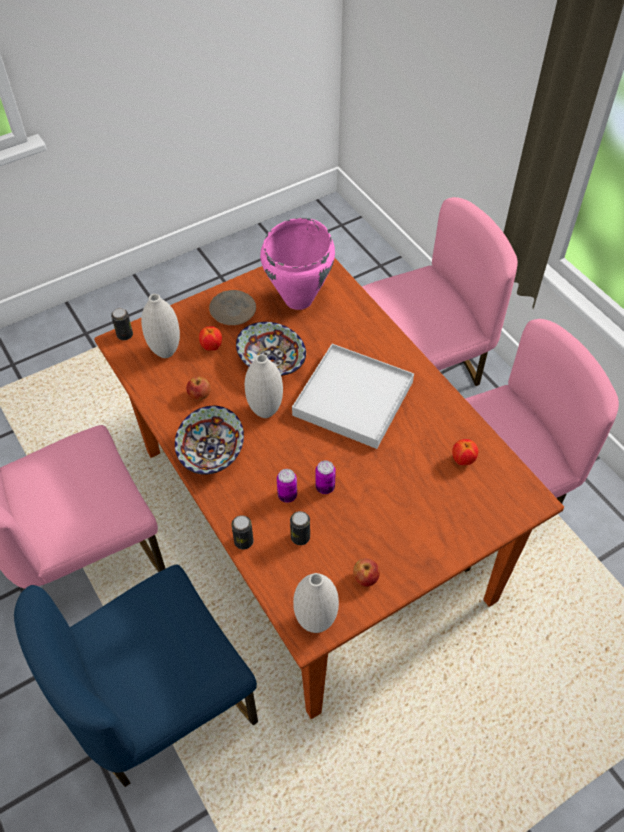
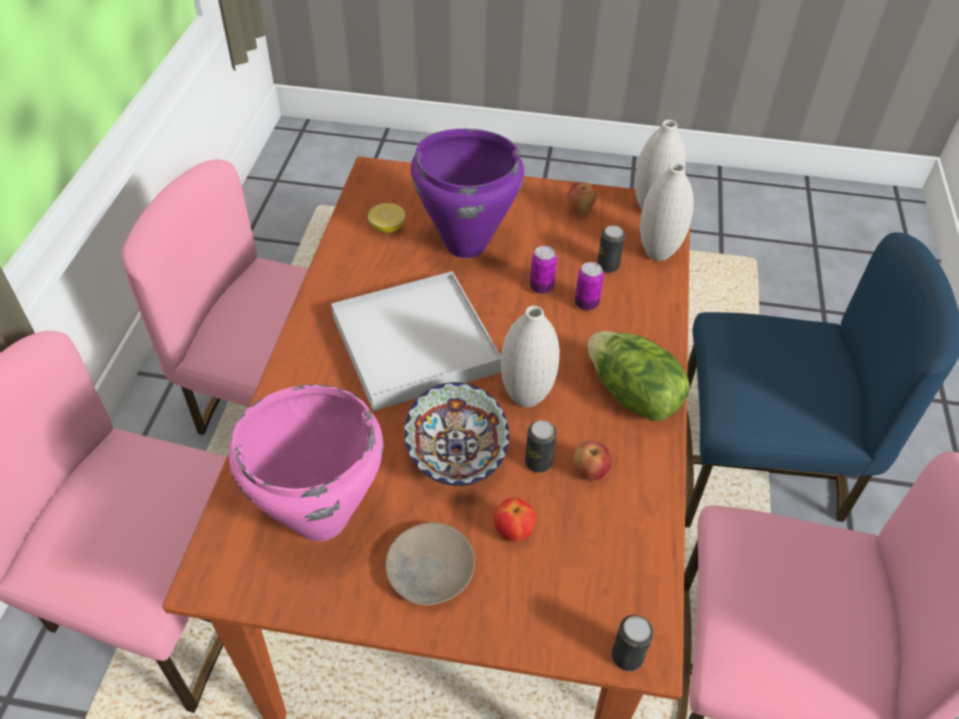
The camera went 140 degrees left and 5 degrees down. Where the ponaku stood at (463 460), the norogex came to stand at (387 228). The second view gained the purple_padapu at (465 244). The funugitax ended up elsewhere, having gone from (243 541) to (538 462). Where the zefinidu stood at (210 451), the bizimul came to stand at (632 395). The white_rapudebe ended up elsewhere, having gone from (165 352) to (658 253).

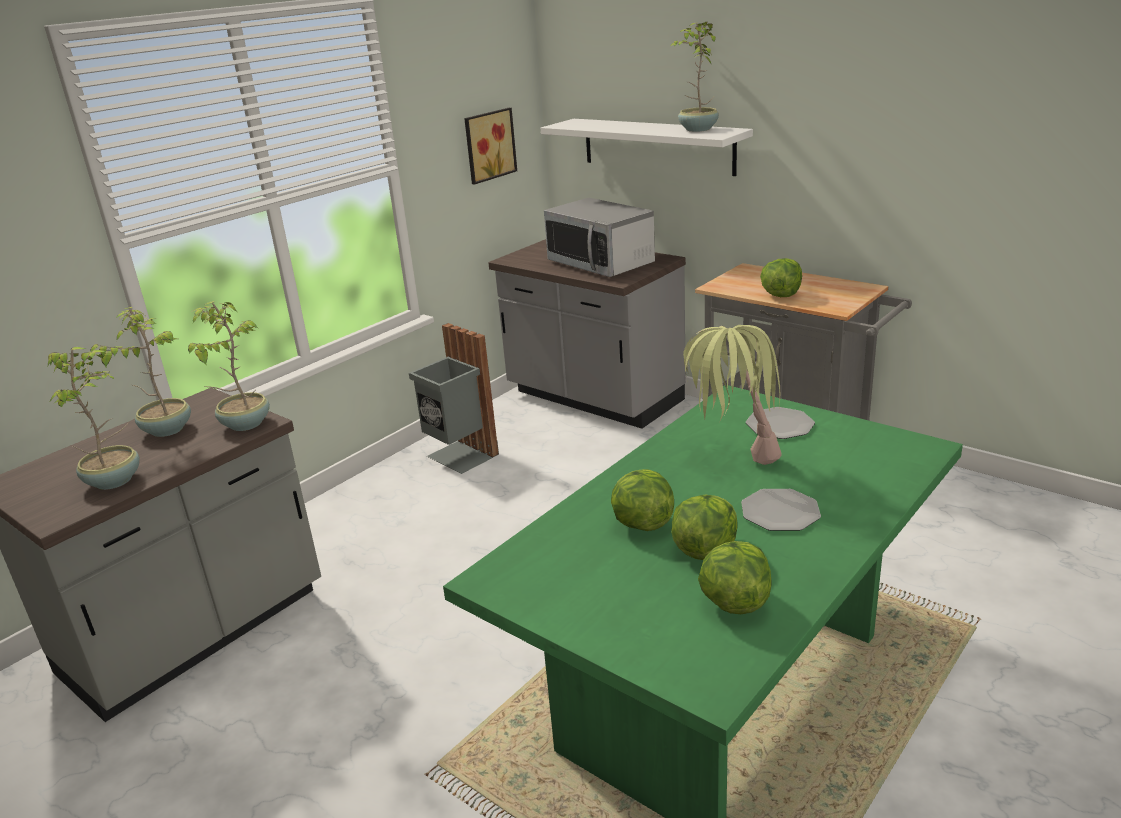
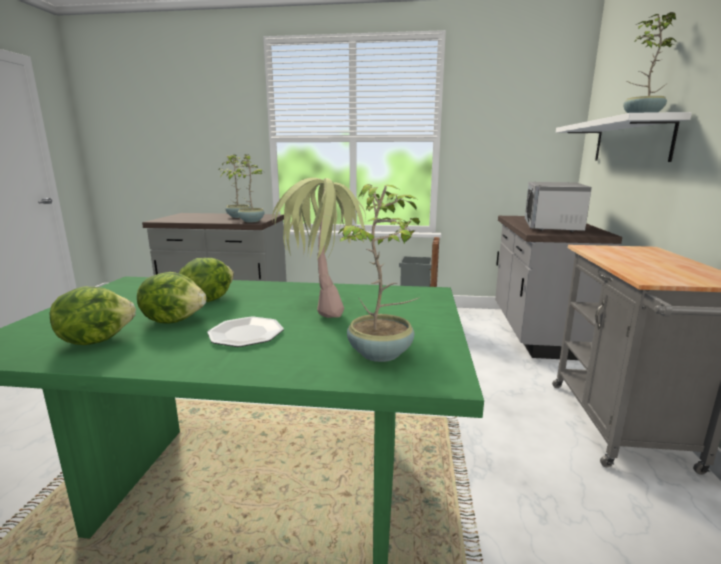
The camera went 55 degrees right and 10 degrees down. The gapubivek ended up elsewhere, having gone from (115 480) to (382 353). The second view lost the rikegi at (488 145). The second view lost the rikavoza at (779 425). The second view lost the bizimul at (780 295).

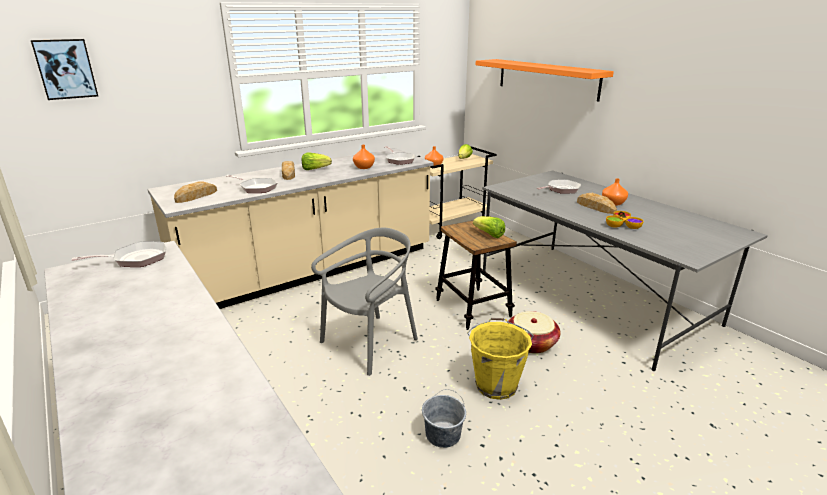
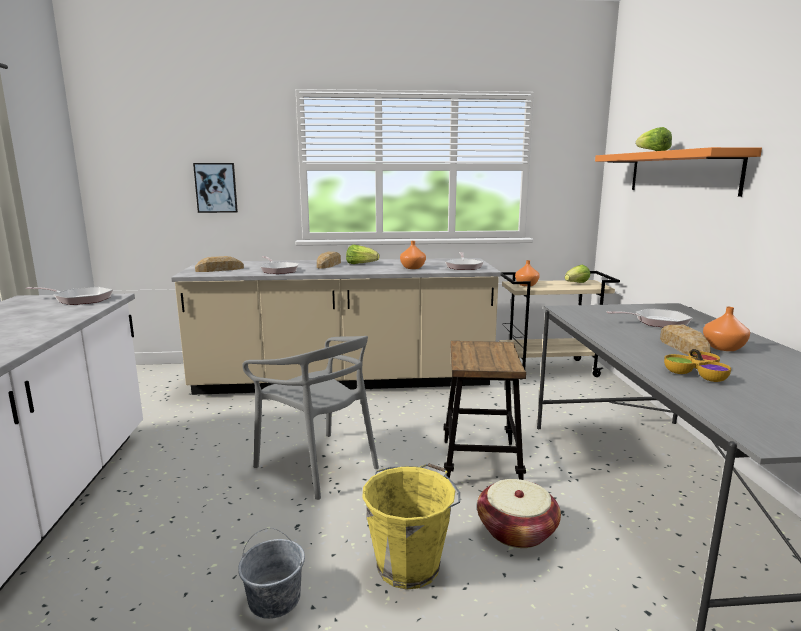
The camera went 30 degrees right and 10 degrees down. The rikegi ended up elsewhere, having gone from (65 69) to (216 187). The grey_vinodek at (370 343) ended up facing another way, 60 degrees clockwise from before. The bizimul ended up elsewhere, having gone from (489 235) to (652 152).

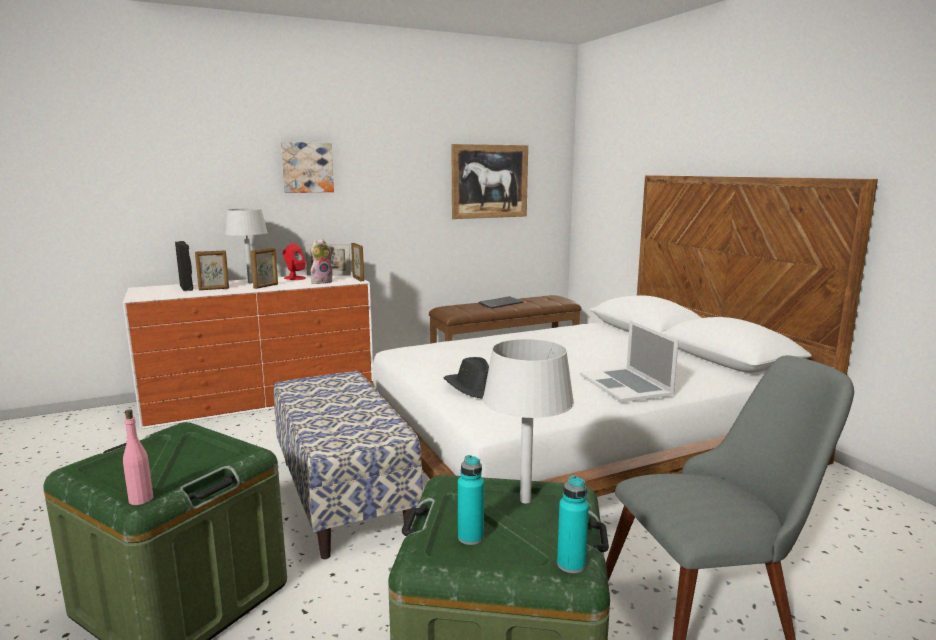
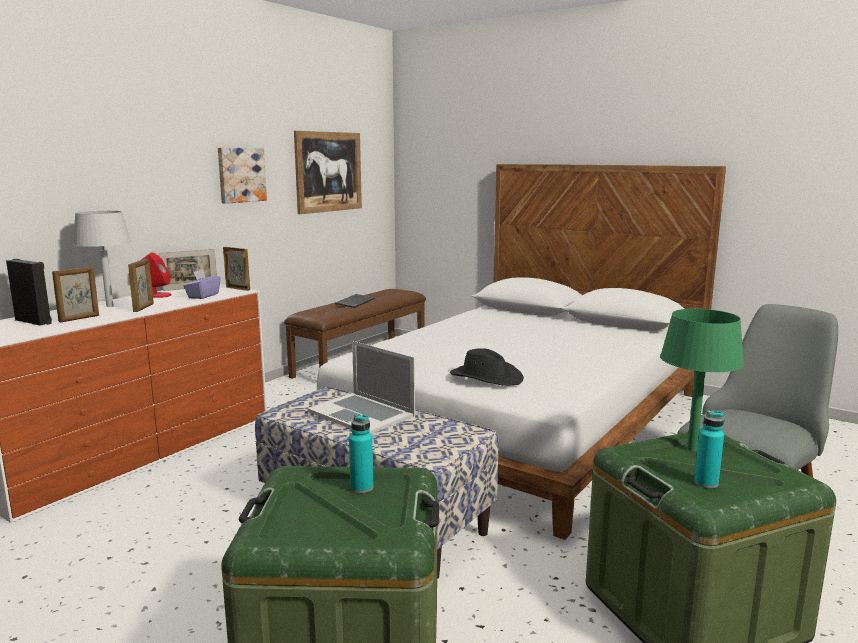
The camera went 30 degrees left and 0 degrees up. Where the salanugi stood at (322 282), the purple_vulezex came to stand at (203 296). The rikegi ended up elsewhere, having gone from (307 167) to (240 175). The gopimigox ended up elsewhere, having gone from (625 384) to (362 413). The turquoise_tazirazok ended up elsewhere, having gone from (571 564) to (361 487). What was the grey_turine at (525 500) turned into the green_turine at (691 449). The second view lost the pink_tazirazok at (141 499).

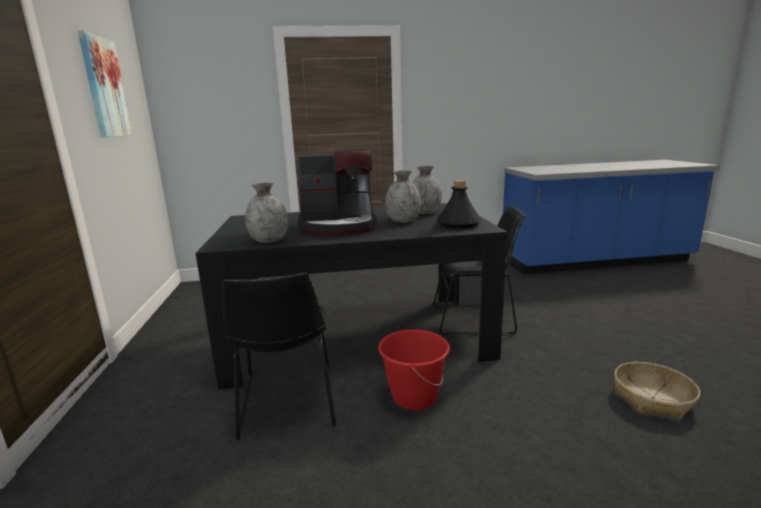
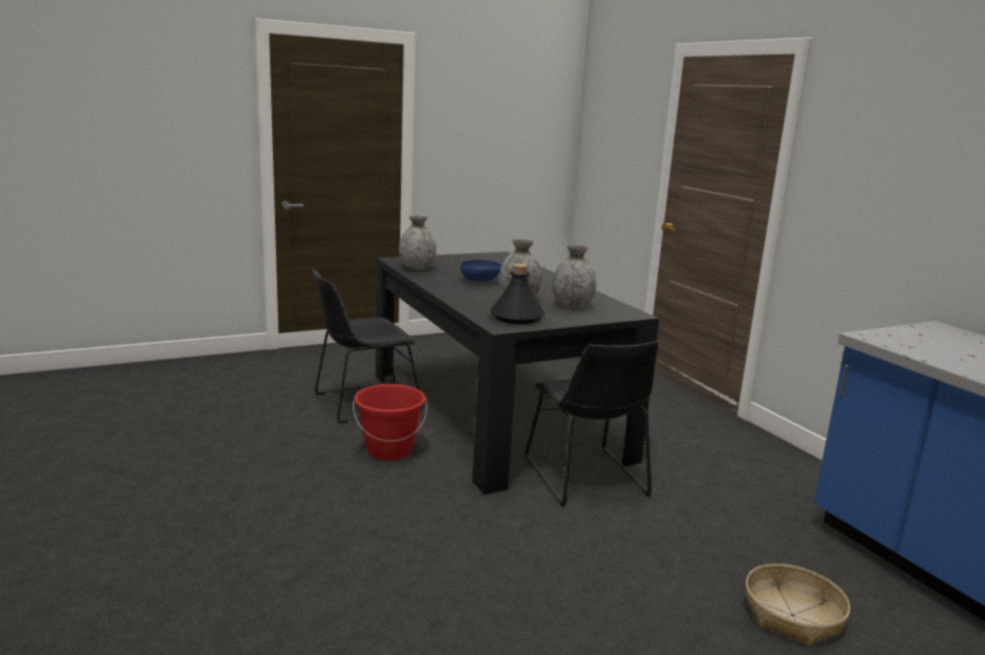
The camera went 70 degrees right and 0 degrees up. Where the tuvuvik stood at (339 226), the blue_zefinidu came to stand at (480 281). The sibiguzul ended up elsewhere, having gone from (652 398) to (792 615). The second view lost the rikegi at (104 88).

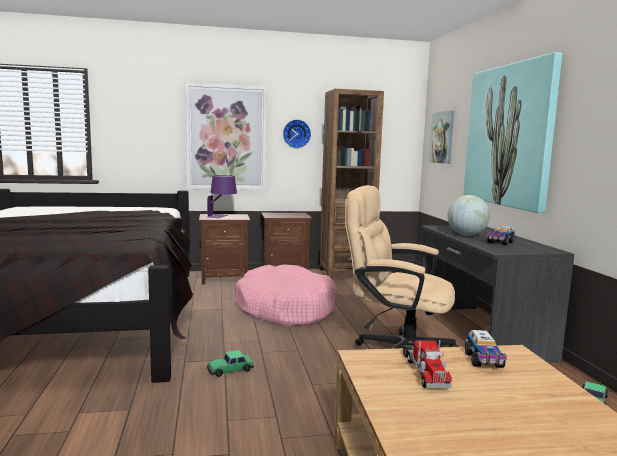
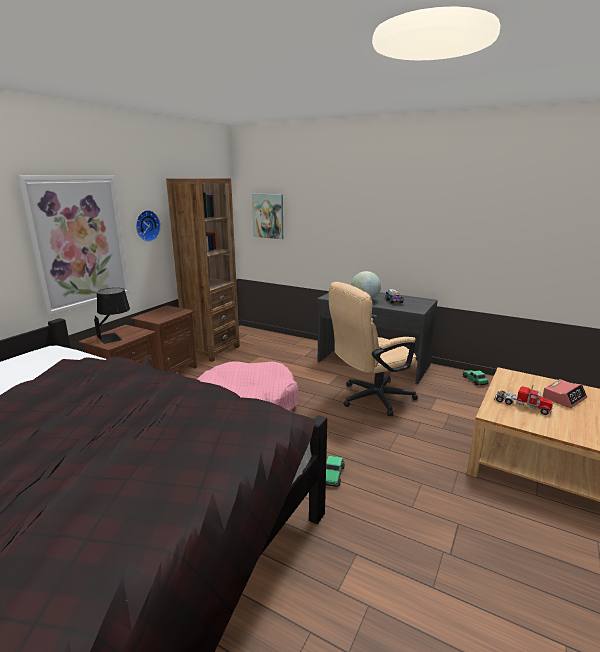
The camera went 50 degrees left and 10 degrees up. What was the purple_turine at (222 216) turned into the black_turine at (115 336). The second view gained the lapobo at (564 398). The second view lost the rikegi at (509 136). The second view lost the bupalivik at (484 360).

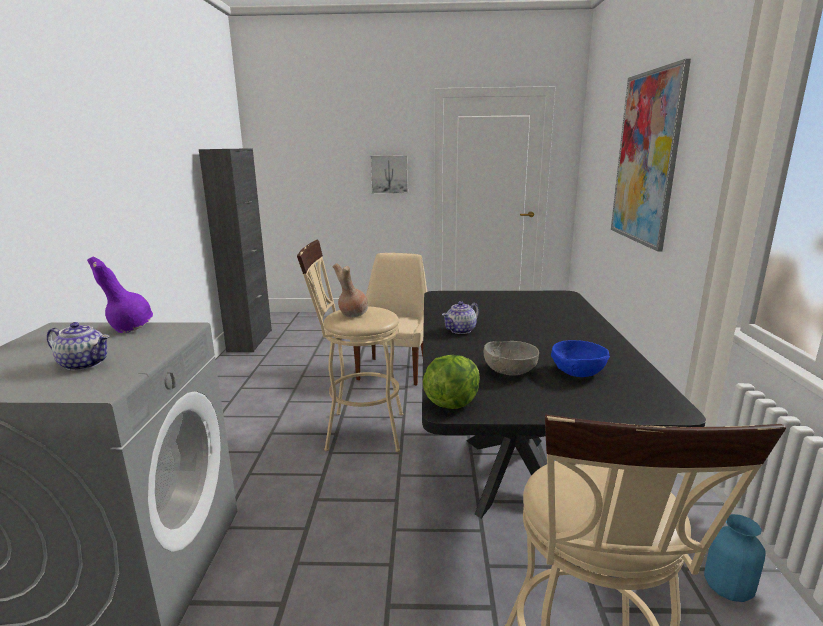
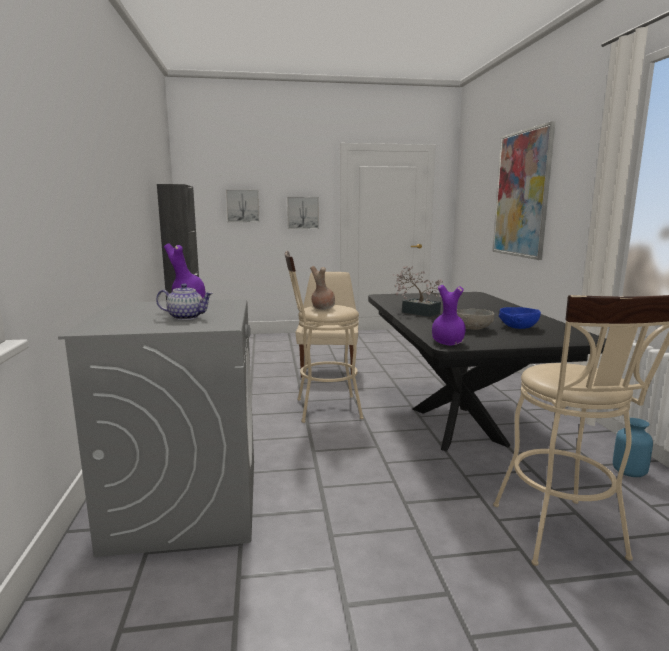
The camera went 10 degrees left and 5 degrees down. The second view gained the rikegi at (243 206). Where the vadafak stood at (460 330), the gapubivek came to stand at (417 312). Where the bizimul stood at (451 402), the purple_rapudebe came to stand at (447 342).

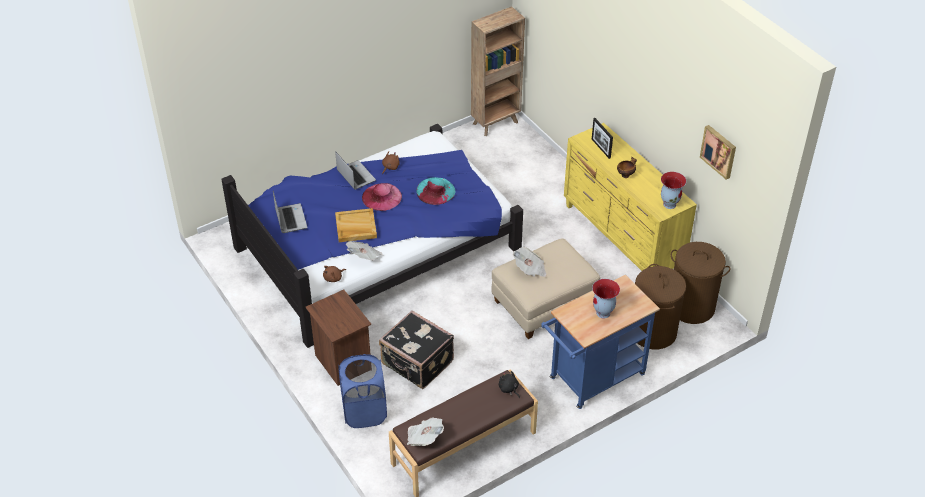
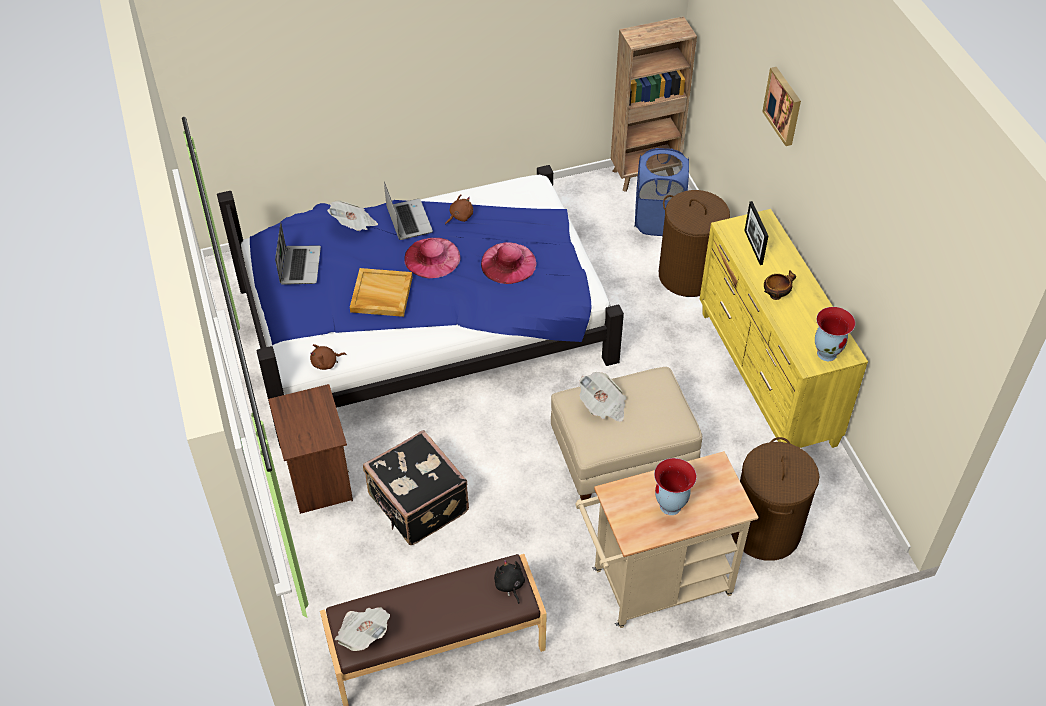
The camera went 15 degrees right and 5 degrees up. The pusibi ended up elsewhere, having gone from (364 257) to (354 225). What was the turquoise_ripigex at (435 191) turned into the pink_ripigex at (508 263). What was the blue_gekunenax at (592 379) turned into the beige_gekunenax at (654 586). The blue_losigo ended up elsewhere, having gone from (364 412) to (658 220). The brown_losigo ended up elsewhere, having gone from (691 307) to (688 275). The rikegi ended up elsewhere, having gone from (719 151) to (784 105).

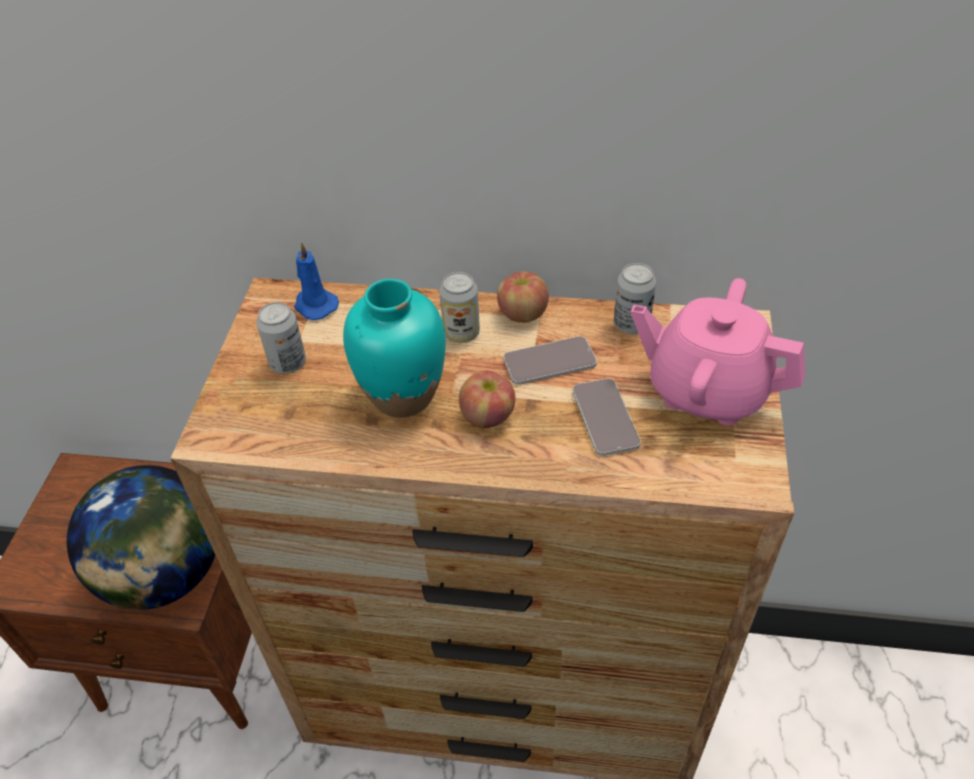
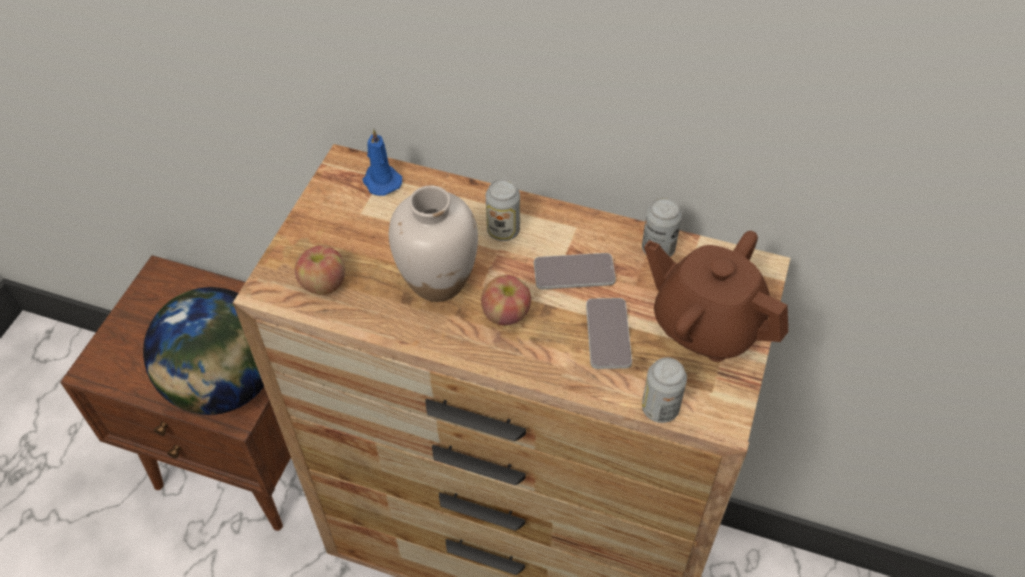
The camera went 10 degrees right and 5 degrees up. The ponaku ended up elsewhere, having gone from (522 314) to (323 284). What was the turquoise_rapudebe at (403 395) turned into the white_rapudebe at (438 281). The funugitax ended up elsewhere, having gone from (288 363) to (660 408). What was the pink_vadafak at (706 390) turned into the brown_vadafak at (706 325).

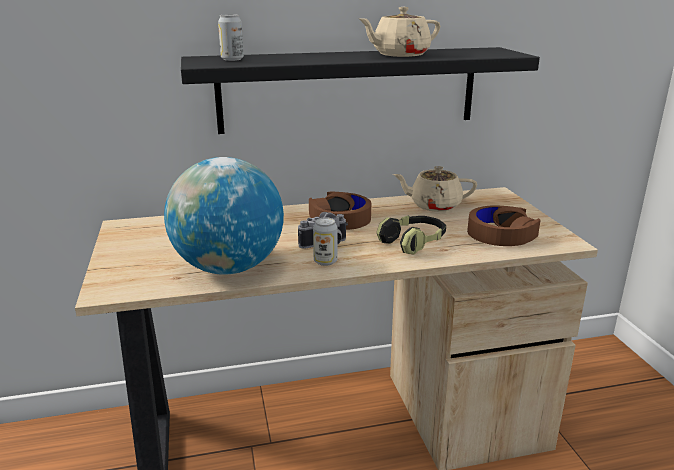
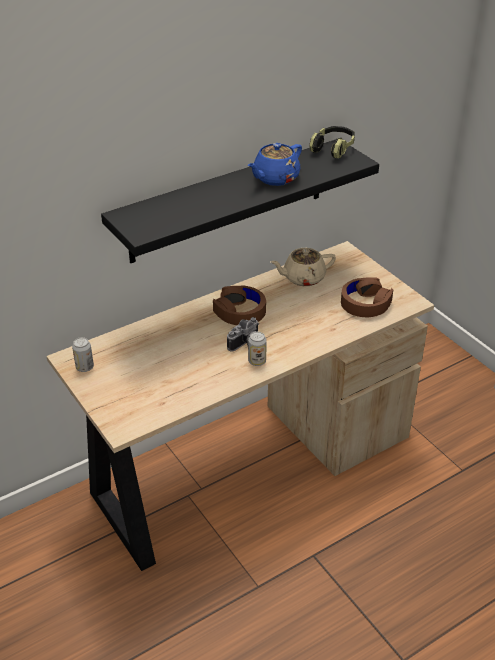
The camera went 20 degrees left and 15 degrees up. The funugitax ended up elsewhere, having gone from (232 59) to (84 367). What was the beige_vadafak at (399 55) turned into the blue_vadafak at (275 178). The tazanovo ended up elsewhere, having gone from (413 243) to (333 148). The second view lost the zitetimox at (228 268).

